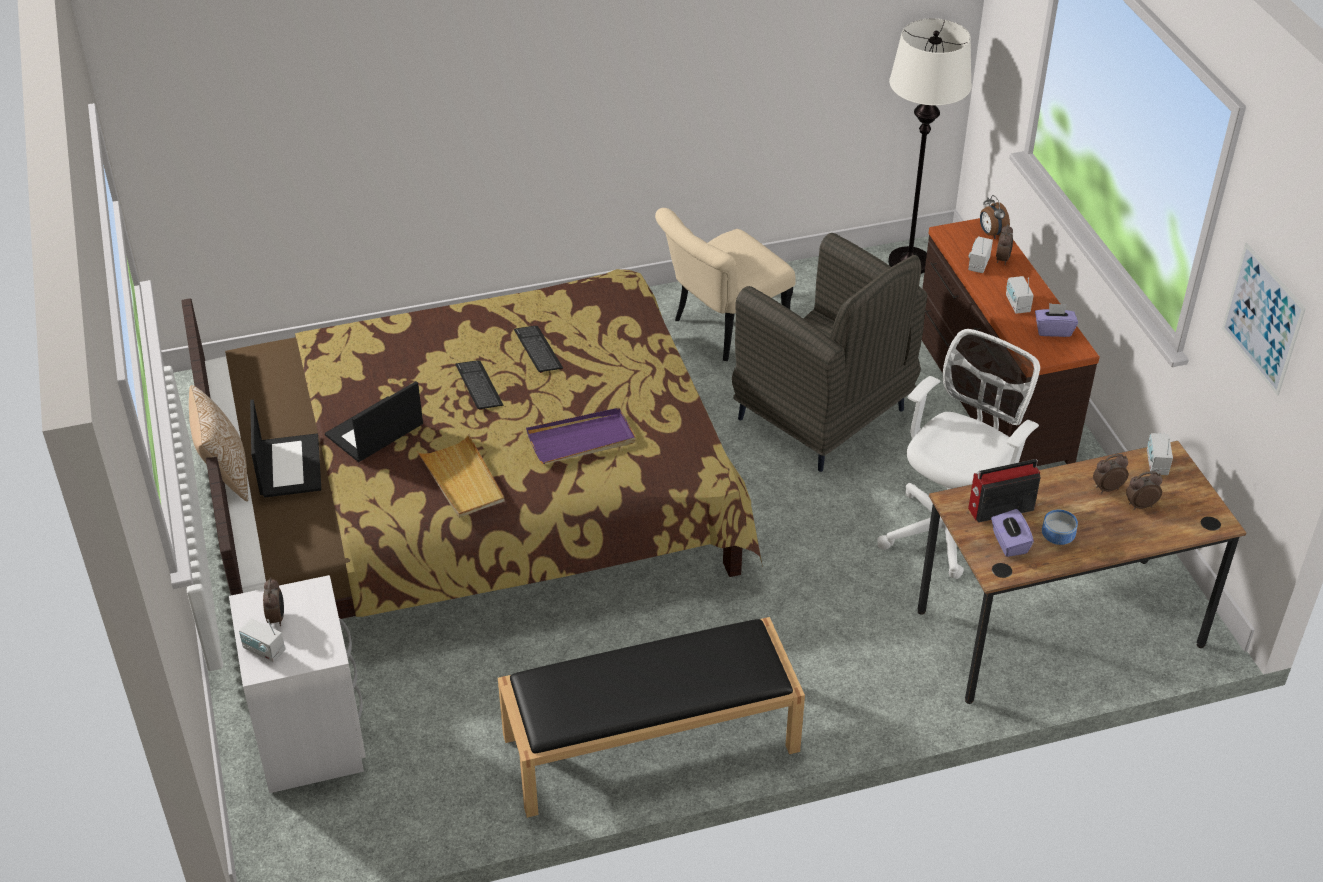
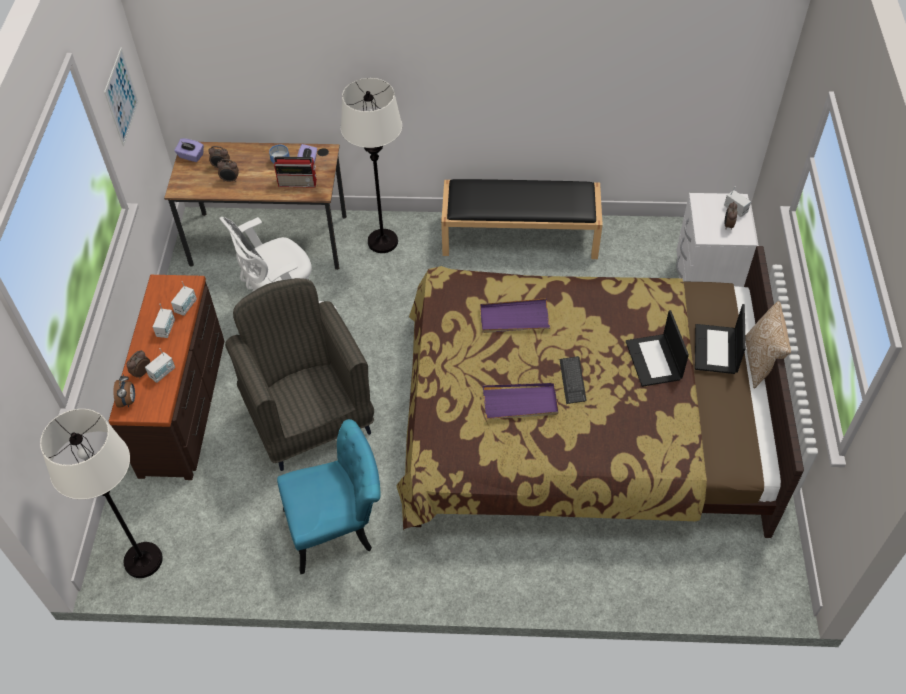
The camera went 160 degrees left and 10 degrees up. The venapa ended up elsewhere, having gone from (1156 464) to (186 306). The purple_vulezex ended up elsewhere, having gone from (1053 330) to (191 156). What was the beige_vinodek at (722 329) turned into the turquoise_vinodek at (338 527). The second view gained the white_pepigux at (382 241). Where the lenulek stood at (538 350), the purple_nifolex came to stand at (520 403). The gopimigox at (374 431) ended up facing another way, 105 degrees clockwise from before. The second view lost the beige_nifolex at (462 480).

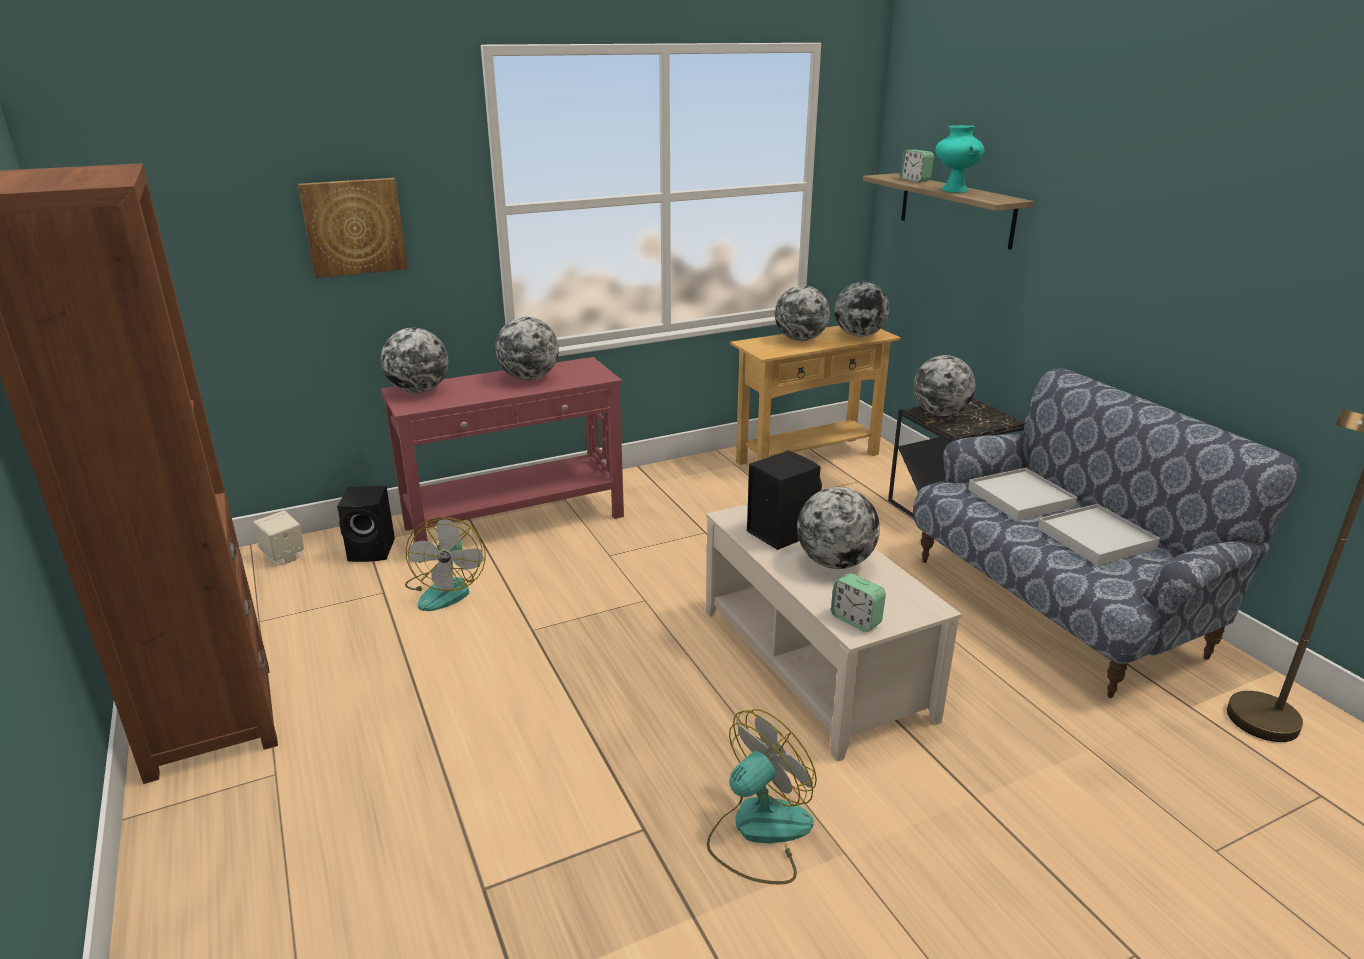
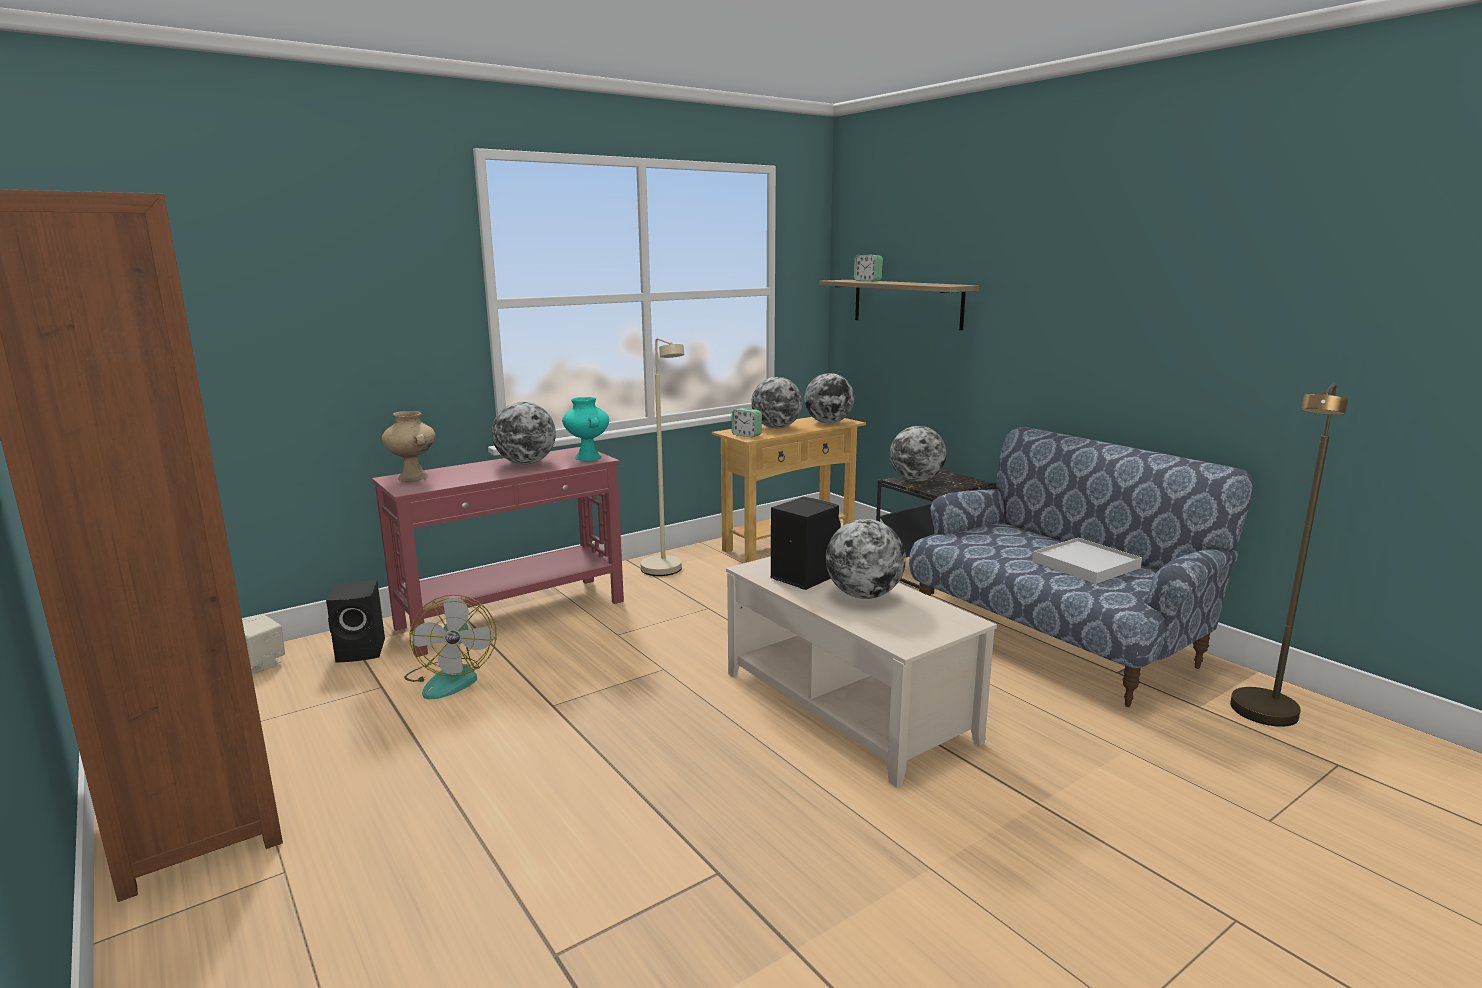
The camera went 10 degrees left and 10 degrees down. Where the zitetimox stood at (419 391), the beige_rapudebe came to stand at (414 477). The turquoise_rapudebe ended up elsewhere, having gone from (953 190) to (587 457). The second view gained the beige_pepigux at (665 572). The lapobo ended up elsewhere, having gone from (856 620) to (746 435). The second view lost the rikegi at (354 227). The second view lost the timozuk at (758 832). The second view lost the white_nifolex at (1021 498).

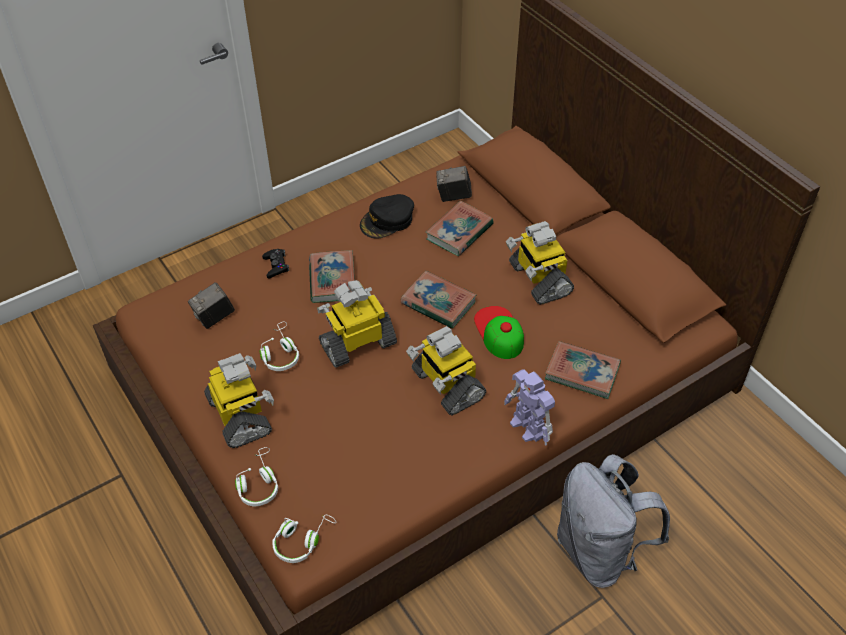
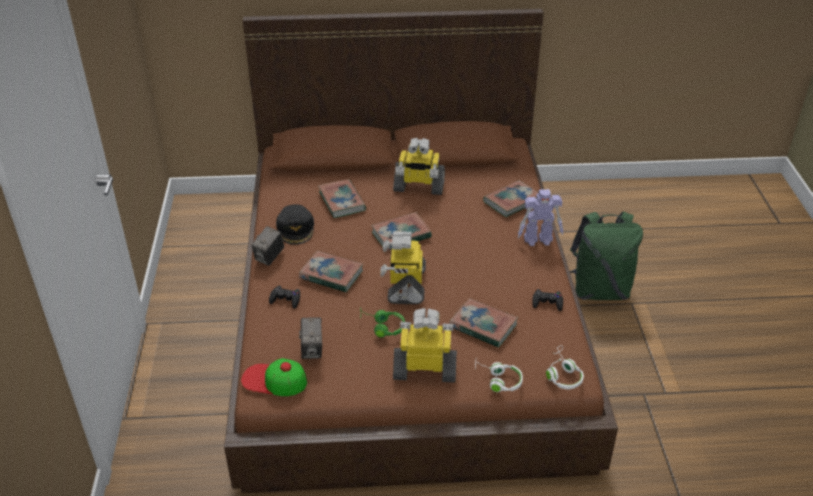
The camera went 60 degrees left and 10 degrees down. The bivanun ended up elsewhere, having gone from (499 332) to (274 380). The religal ended up elsewhere, having gone from (453 196) to (269 257). What was the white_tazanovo at (280 353) turned into the green_tazanovo at (382 326). The second view gained the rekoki at (483 326). The second view gained the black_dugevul at (547 302). What was the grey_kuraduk at (599 552) turned into the green_kuraduk at (600 290). The second view lost the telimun at (446 385).

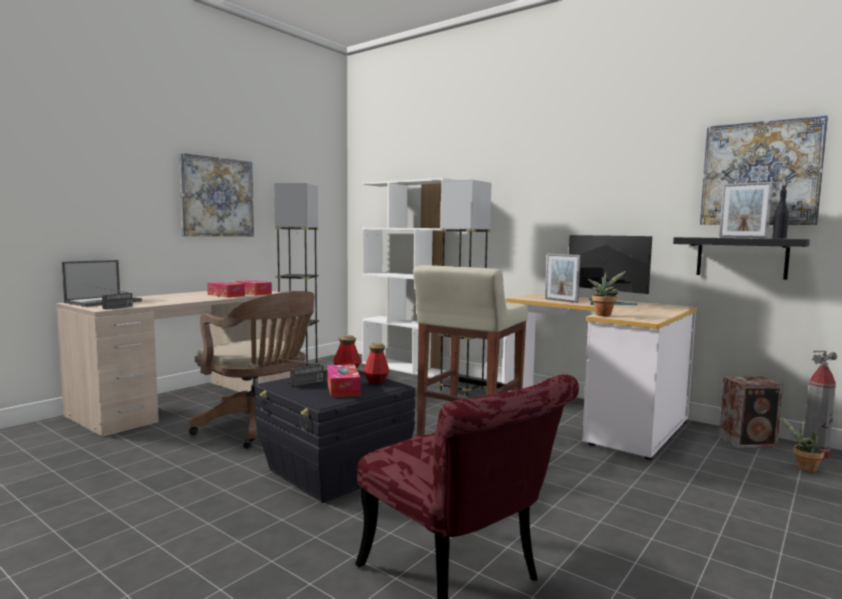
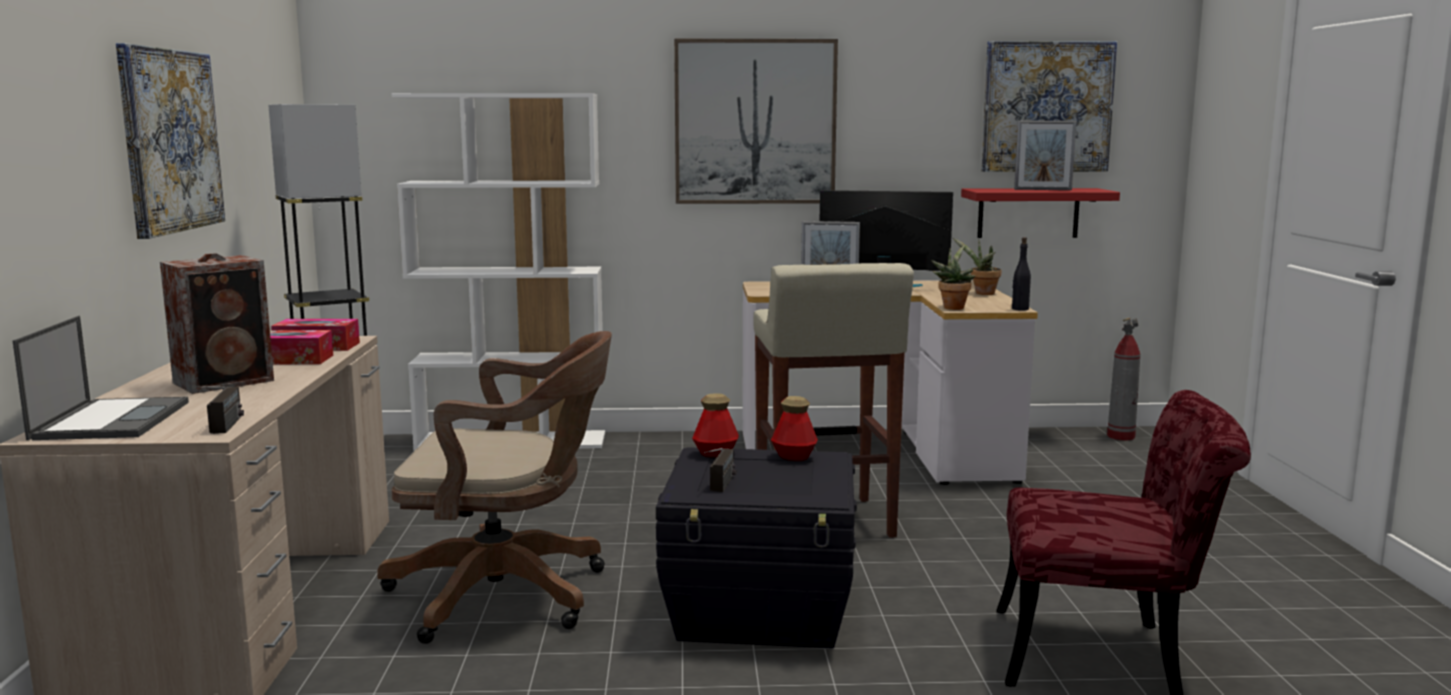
The camera went 40 degrees left and 5 degrees up. The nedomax ended up elsewhere, having gone from (749 442) to (227 381). The second view gained the rikegi at (755 122). The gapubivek ended up elsewhere, having gone from (803 468) to (982 293). What was the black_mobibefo at (741 257) turned into the red_mobibefo at (1028 213). The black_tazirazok ended up elsewhere, having gone from (779 238) to (1020 309). The second view lost the vulezex at (343 388). The second view lost the grey_pepigux at (462 389).

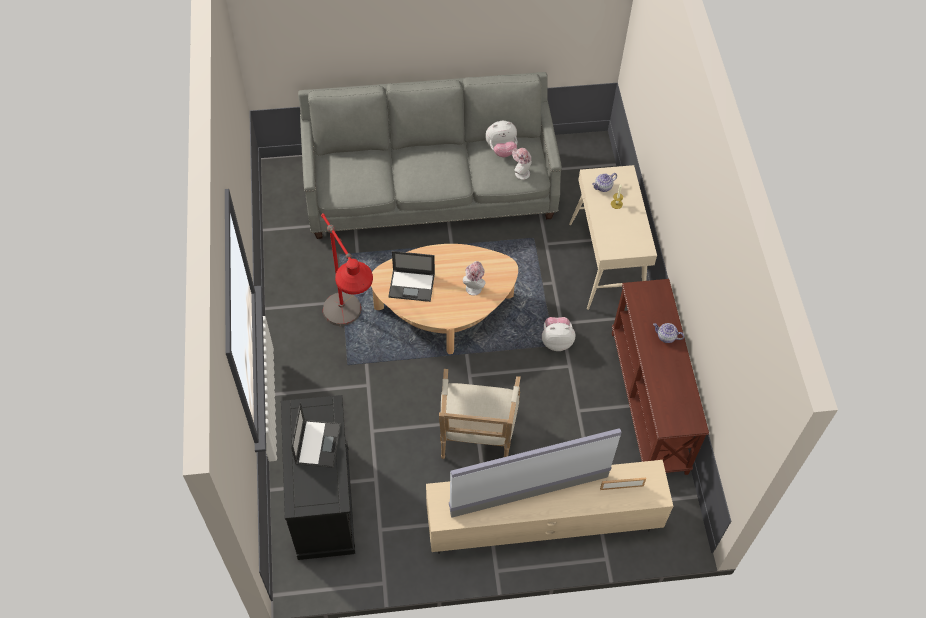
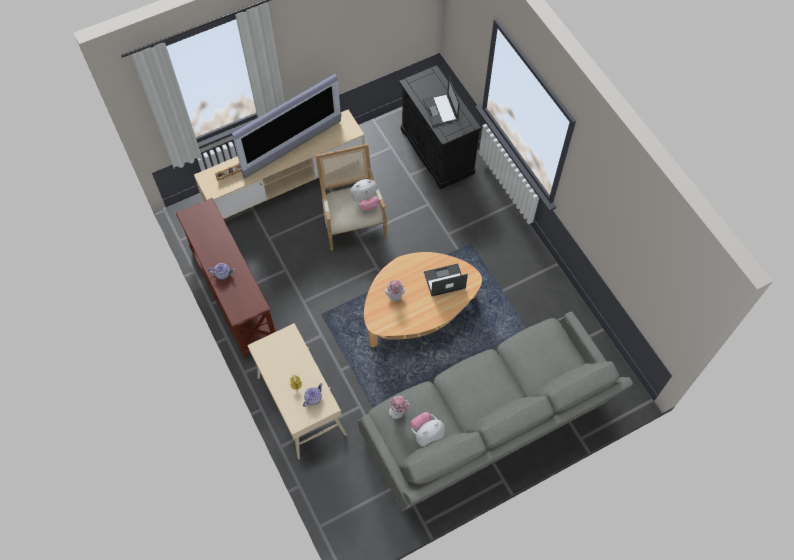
The camera went 160 degrees right and 5 degrees up. The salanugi ended up elsewhere, having gone from (556 341) to (366 202). The second view lost the red_pepigux at (350 331).

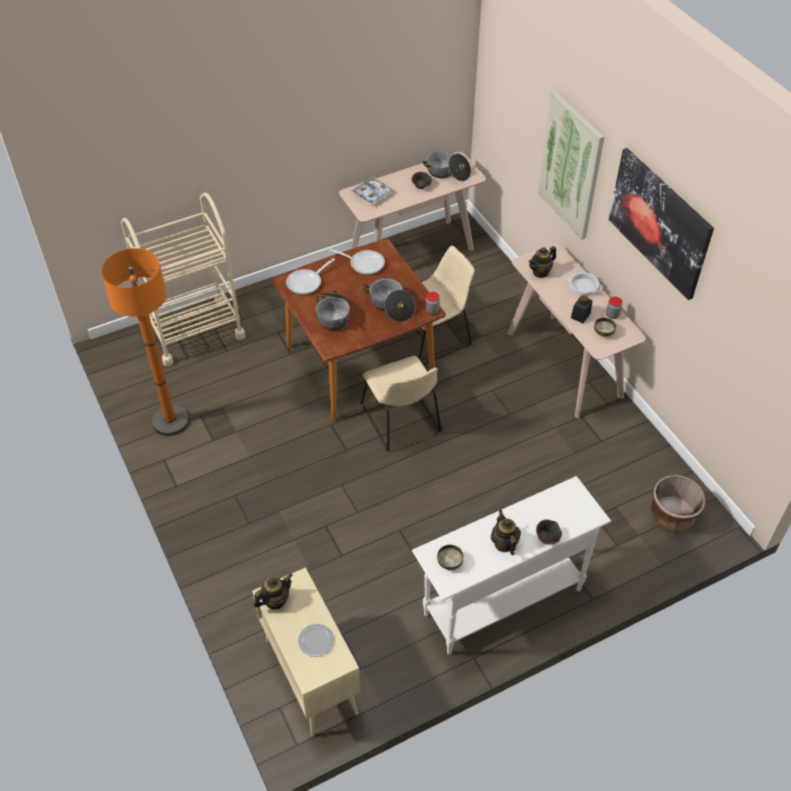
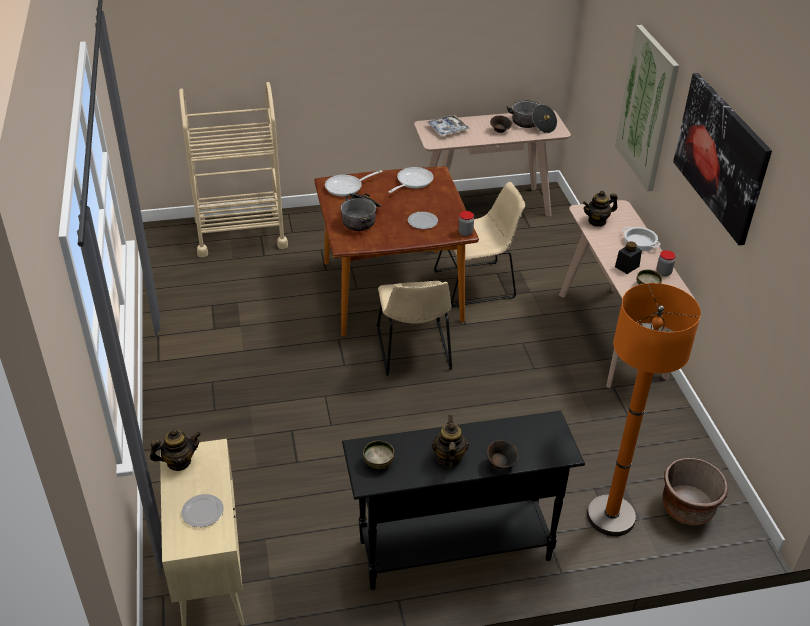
The camera went 15 degrees right and 10 degrees down. What was the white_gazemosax at (502 601) turned into the black_gazemosax at (454 550). The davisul at (364 263) ended up facing another way, 90 degrees counterclockwise from before. Where the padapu stood at (390 306), the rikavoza came to stand at (423 221). The orange_pepigux ended up elsewhere, having gone from (171 421) to (610 517).

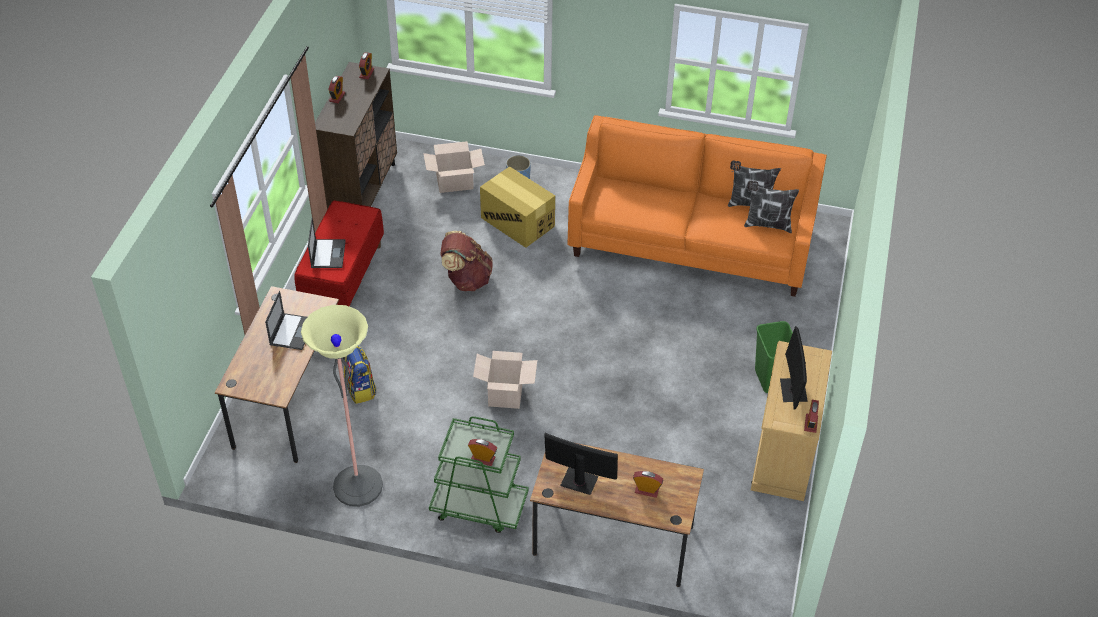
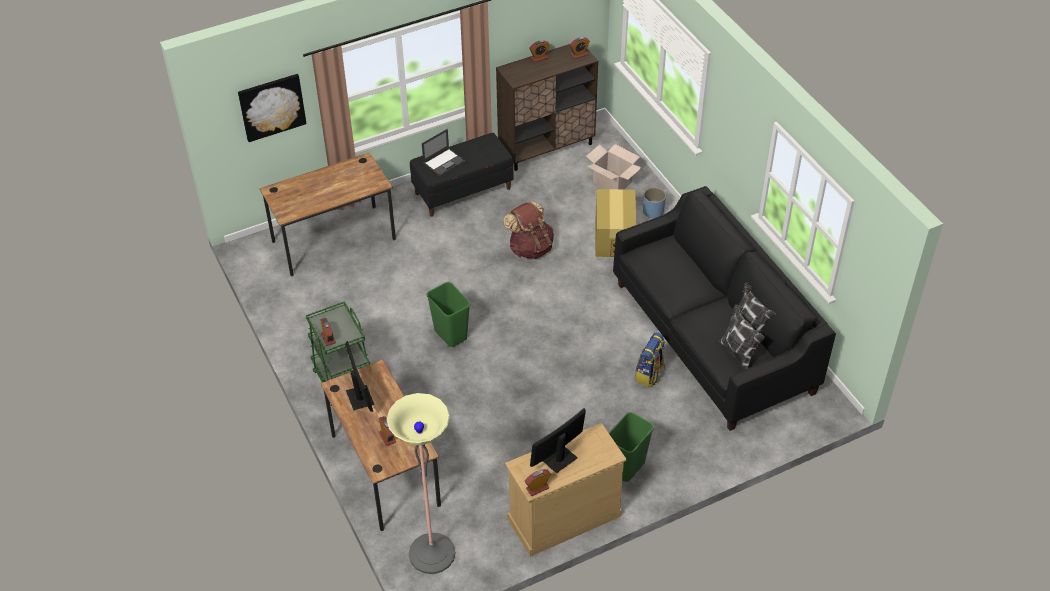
The camera went 50 degrees right and 0 degrees up. The second view gained the rikegi at (272 107). The pepigux ended up elsewhere, having gone from (358 486) to (432 553). What was the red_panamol at (343 276) turned into the black_panamol at (463 191). Where the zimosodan stood at (505 396), the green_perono came to stand at (450 334). What was the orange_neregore at (690 241) turned into the black_neregore at (712 337). The kuraduk ended up elsewhere, having gone from (361 389) to (650 374). The second view lost the gopimigox at (292 331).

